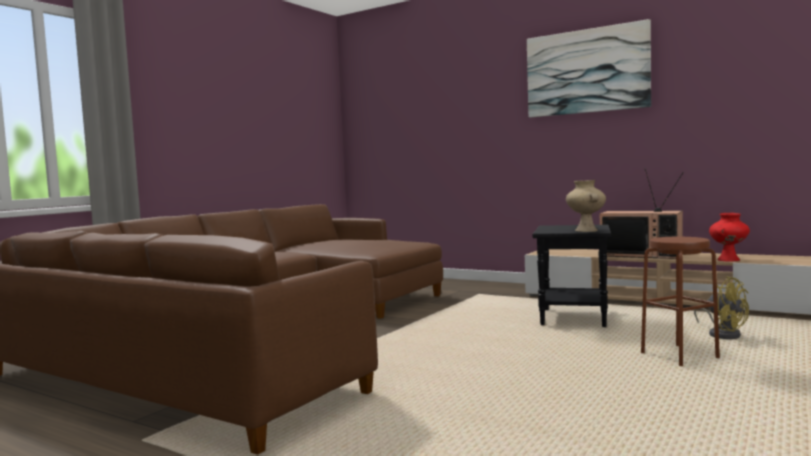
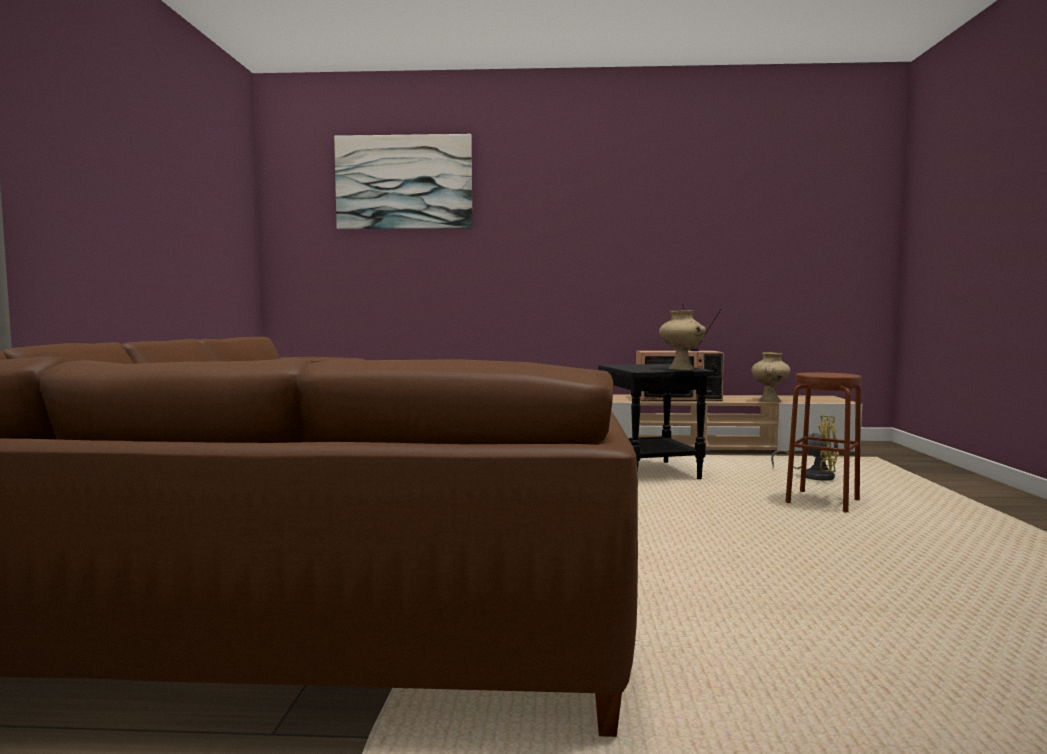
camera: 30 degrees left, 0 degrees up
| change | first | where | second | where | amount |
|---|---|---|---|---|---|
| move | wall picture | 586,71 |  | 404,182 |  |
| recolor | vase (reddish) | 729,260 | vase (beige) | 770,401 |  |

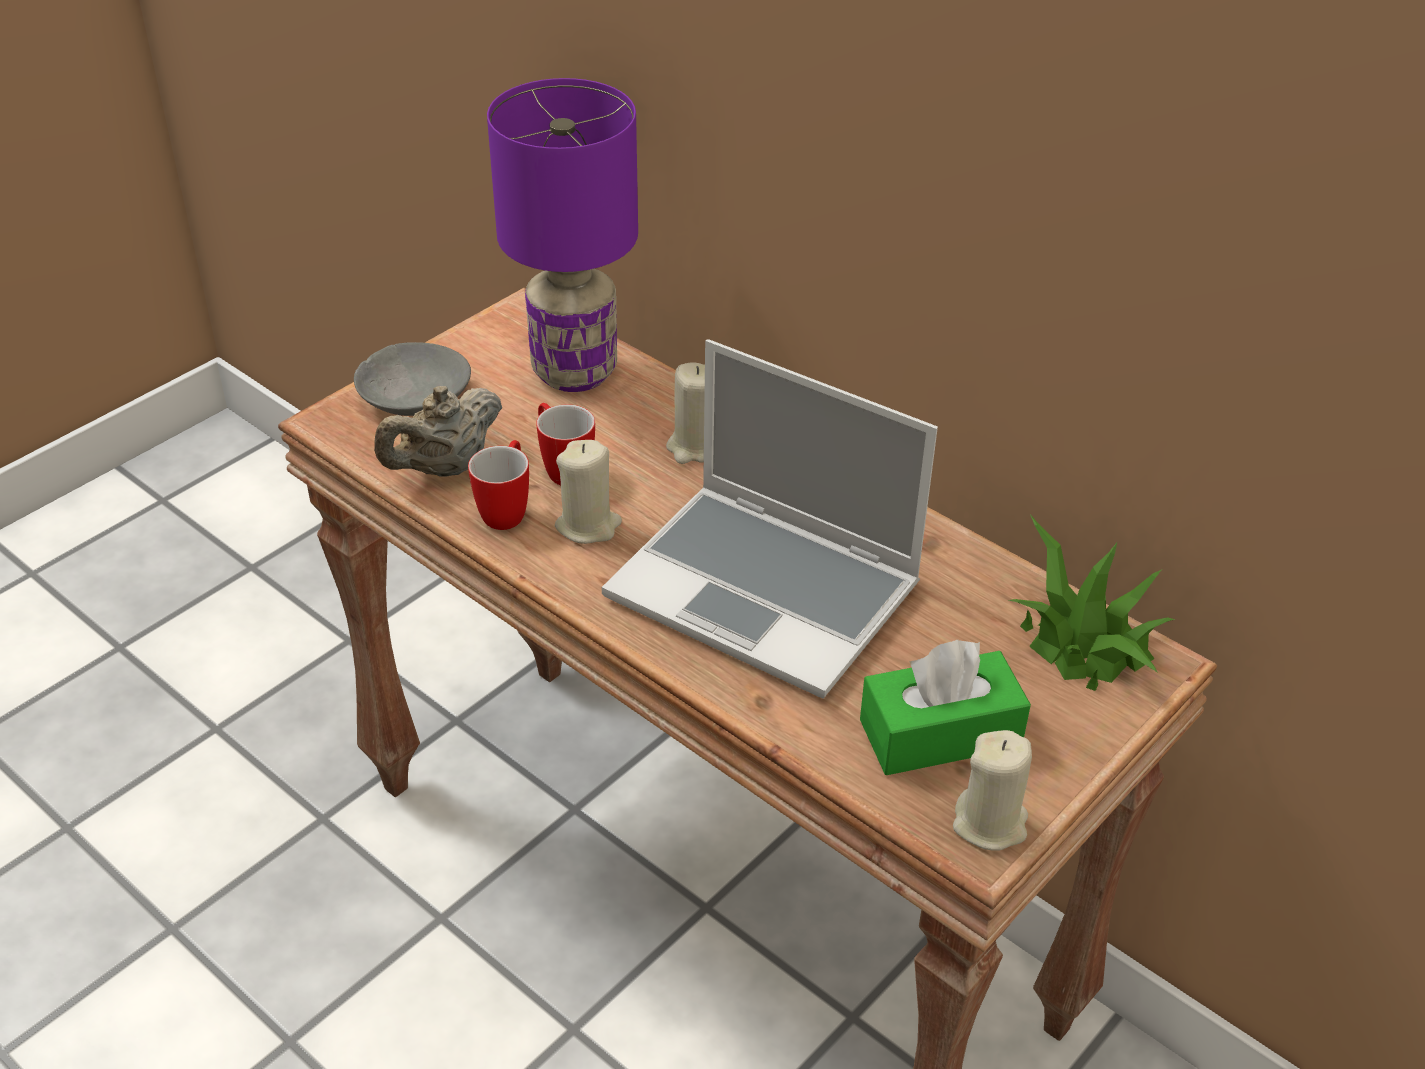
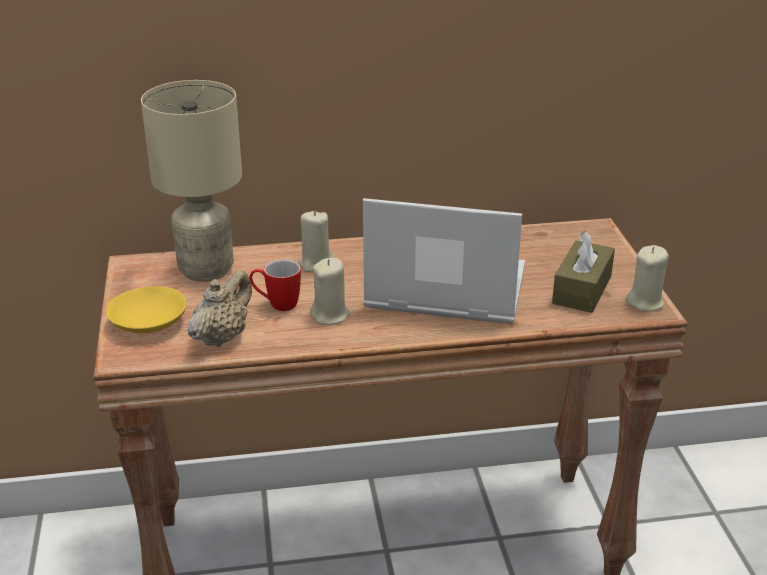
camera: 50 degrees left, 10 degrees down
| change | first | where | second | where | amount |
|---|---|---|---|---|---|
| recolor | deep dish (greyish) | 414,397 | deep dish (yellowish) | 147,323 |  |
| recolor | lamp for a table (purple-coloured) | 576,372 | lamp for a table (beige) | 207,270 |  |
| rotate | teapot (beige) | 445,468 |  | 222,337 | 150 degrees counterclockwise |
| rotate | portable computer | 768,592 |  | 443,290 | 150 degrees counterclockwise |
| recolor | tissue holder (greenish) | 940,733 | tissue holder (brown-coloured) | 582,290 |  |
| delete | tea mug | 507,510 |  |  |  |
| delete | houseplant | 1084,640 |  |  |  |

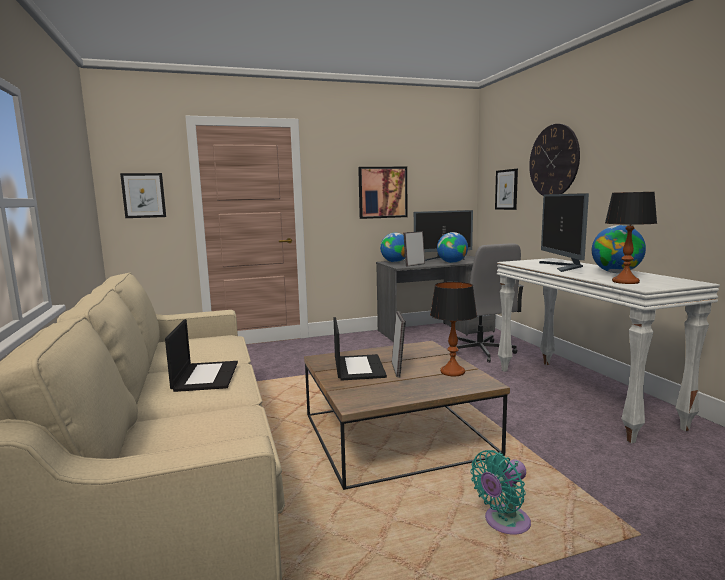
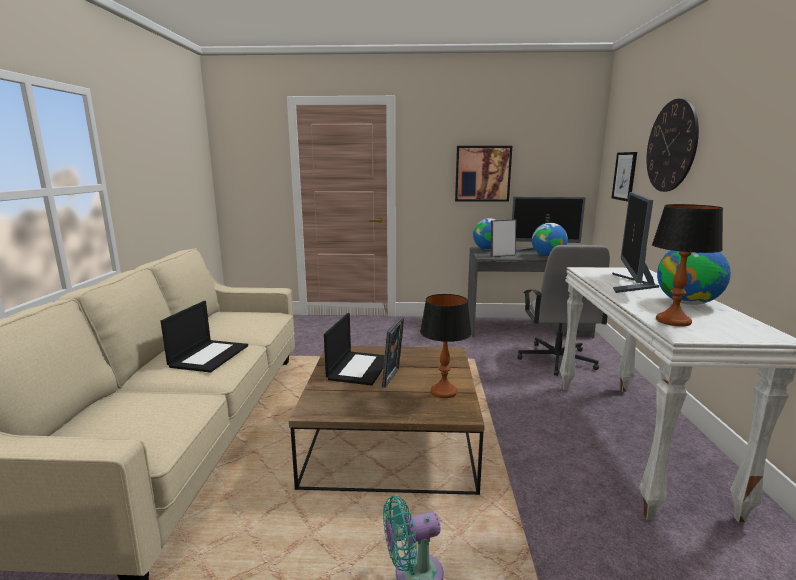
camera: 20 degrees right, 5 degrees up
| change | first | where | second | where | amount |
|---|---|---|---|---|---|
| delete | wall picture | 143,195 |  |  |  |

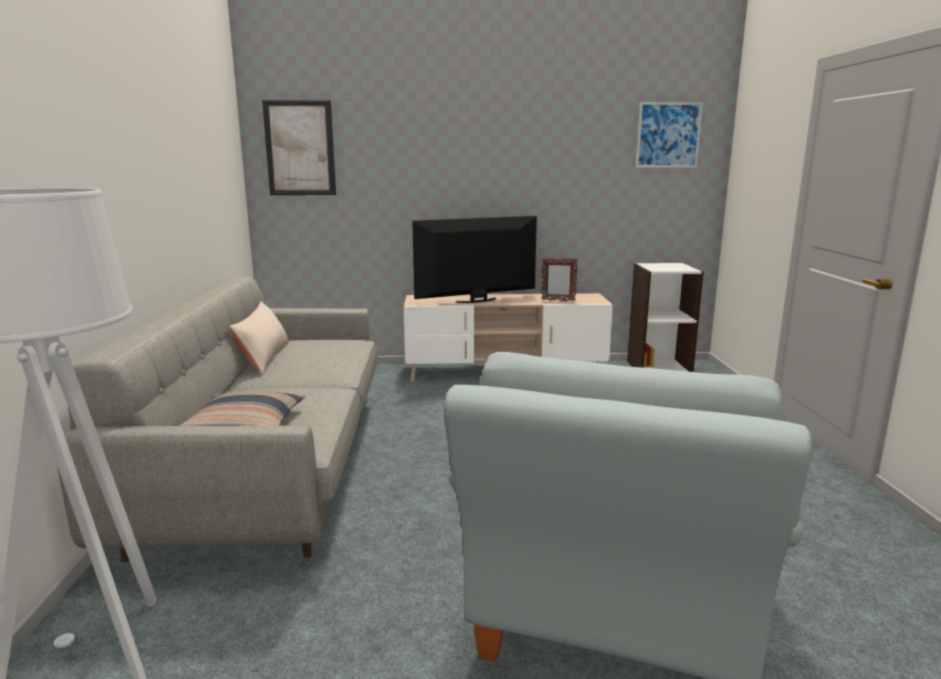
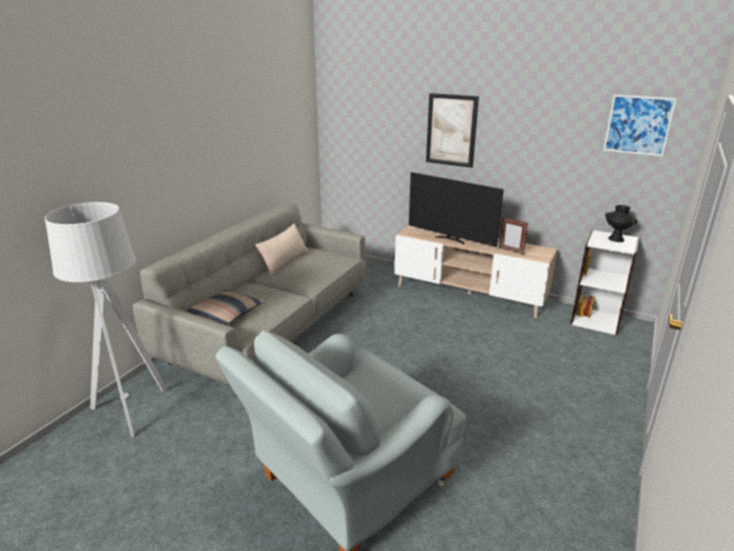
camera: 30 degrees right, 10 degrees up
| change | first | where | second | where | amount |
|---|---|---|---|---|---|
| rotate | TV set | 477,301 |  | 451,239 | 150 degrees counterclockwise |
| move | wall picture | 300,148 |  | 451,130 |  |
| insert |  |  | vase (blackish) | 615,239 |  |

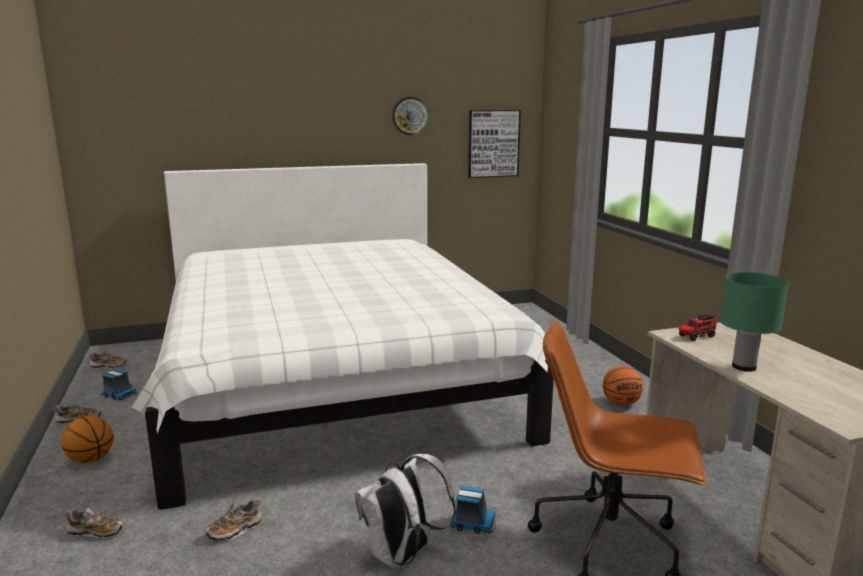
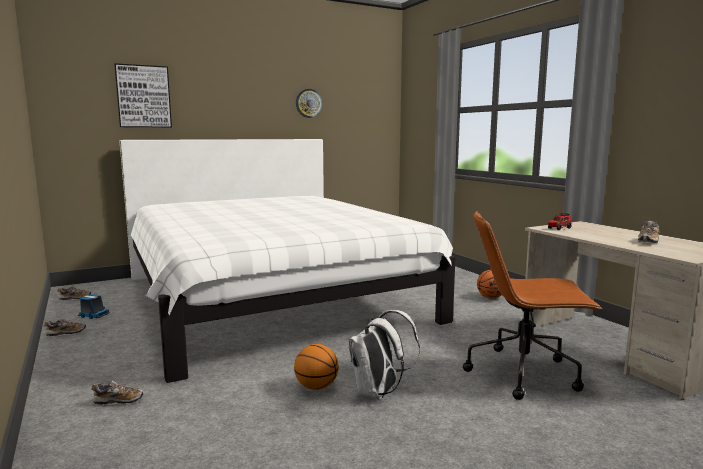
camera: 10 degrees left, 5 degrees down
| change | first | where | second | where | amount |
|---|---|---|---|---|---|
| move | wall picture | 493,143 |  | 143,96 |  |
| move | ball for basketball | 91,459 |  | 316,386 |  |
| move | shoe | 234,530 |  | 648,241 |  |
| delete | toy lorry | 472,523 |  |  |  |
| delete | lamp for a table (greenish) | 744,367 |  |  |  |

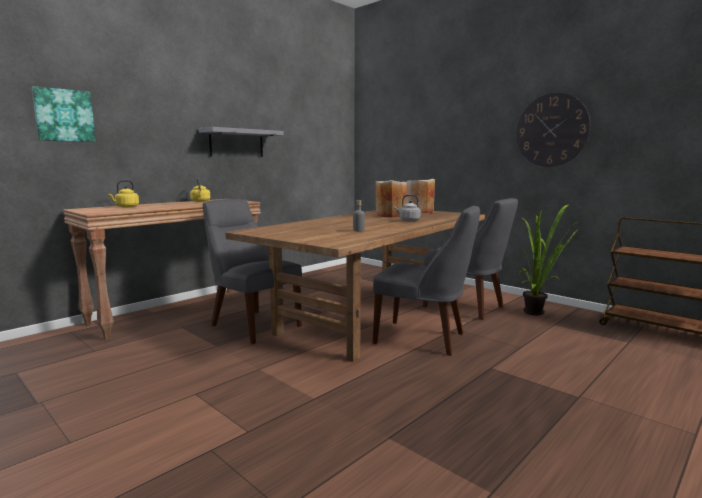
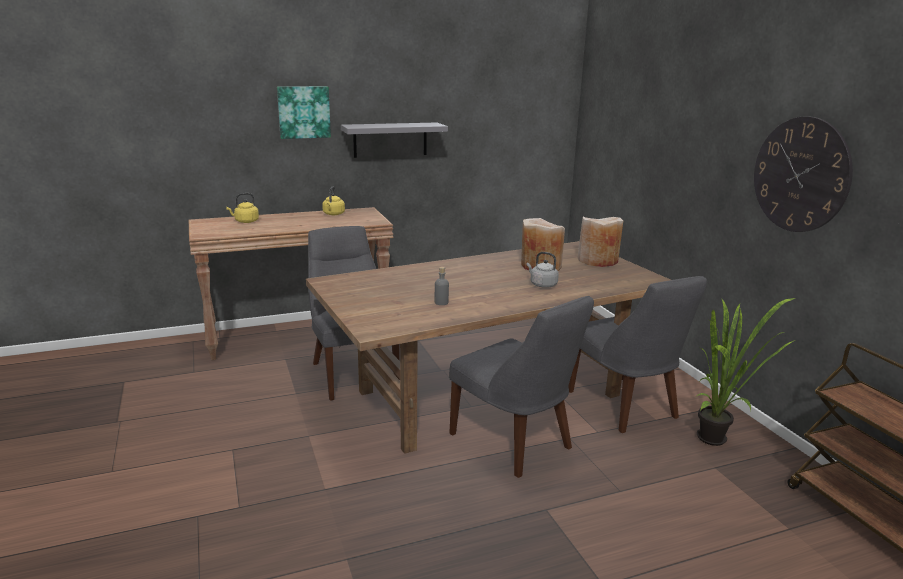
camera: 25 degrees right, 10 degrees up
| change | first | where | second | where | amount |
|---|---|---|---|---|---|
| move | wall picture | 64,115 |  | 303,112 |  |

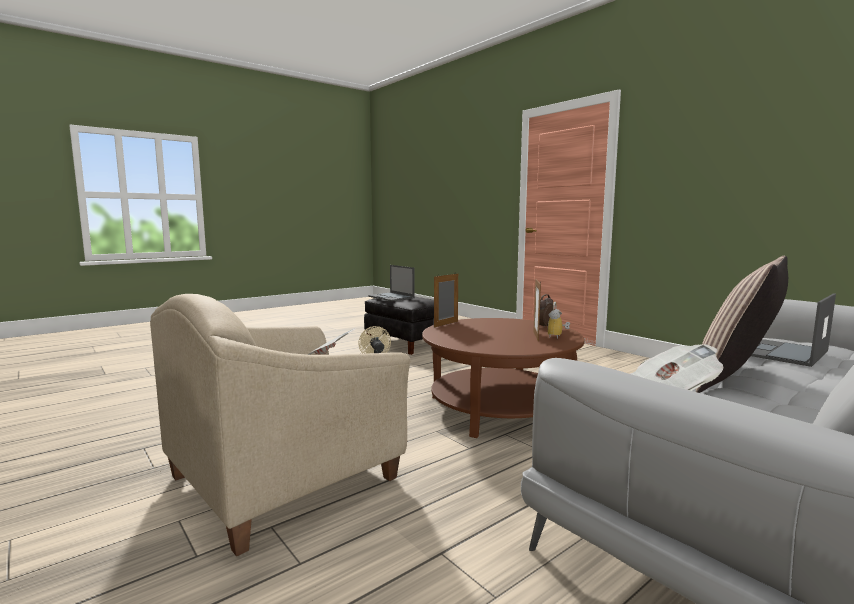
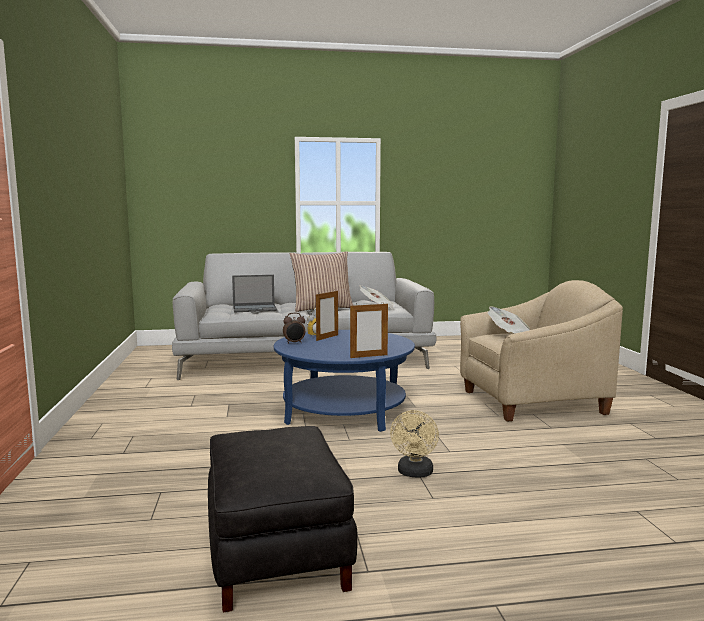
camera: 150 degrees left, 0 degrees up
| change | first | where | second | where | amount |
|---|---|---|---|---|---|
| recolor | low table (brown-coloured) | 499,409 | low table (bluish) | 344,410 |  |
| delete | portable computer | 391,297 |  |  |  |

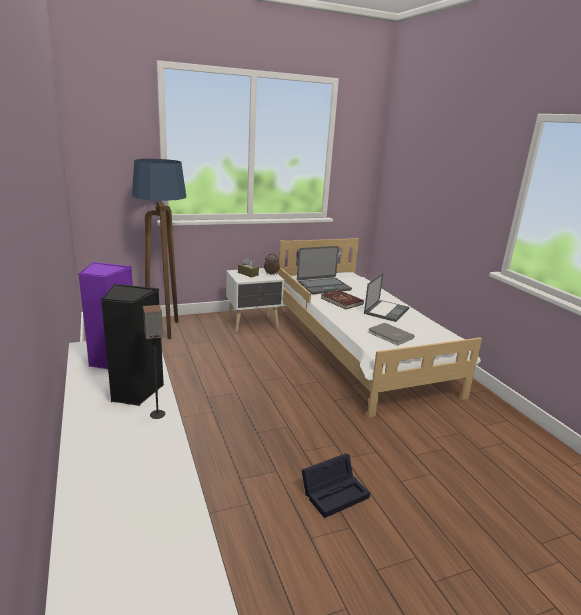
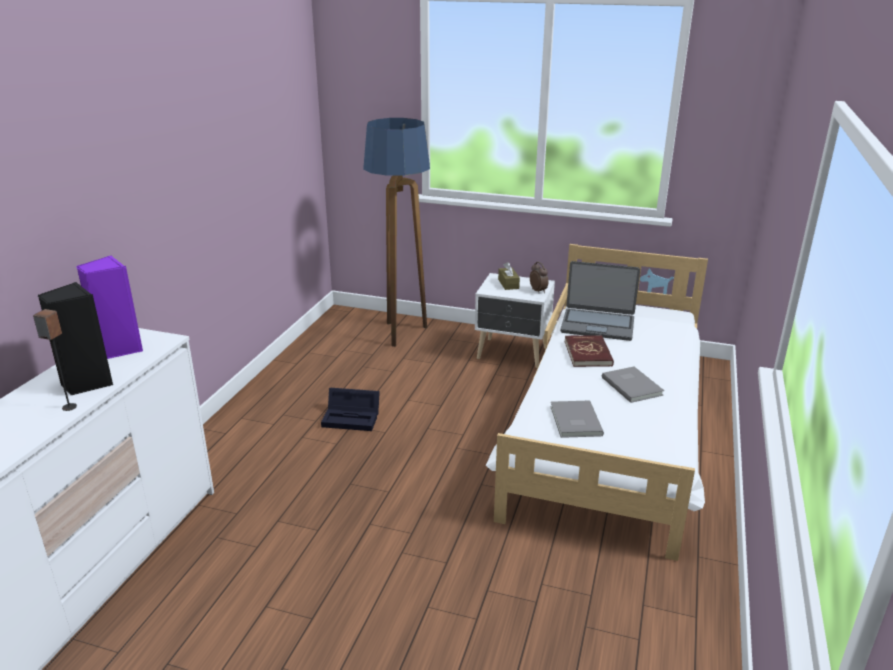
camera: 40 degrees right, 5 degrees up
| change | first | where | second | where | amount |
|---|---|---|---|---|---|
| move | storage bin (blackish) | 335,492 |  | 353,418 |  |
| replace | portable computer | 386,311 | bound book (greyish) | 632,385 |  |

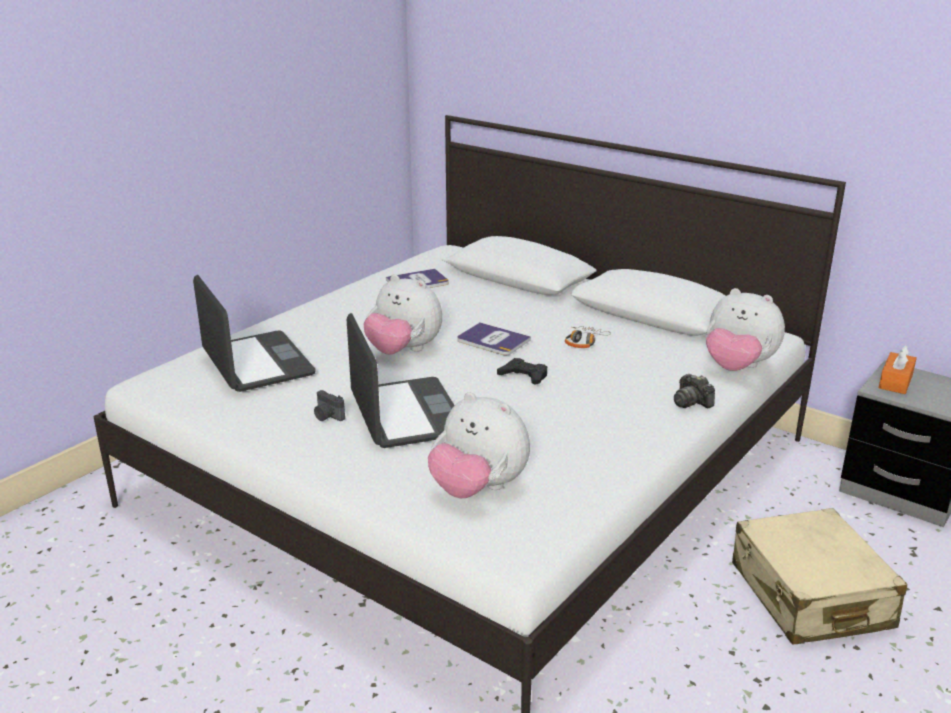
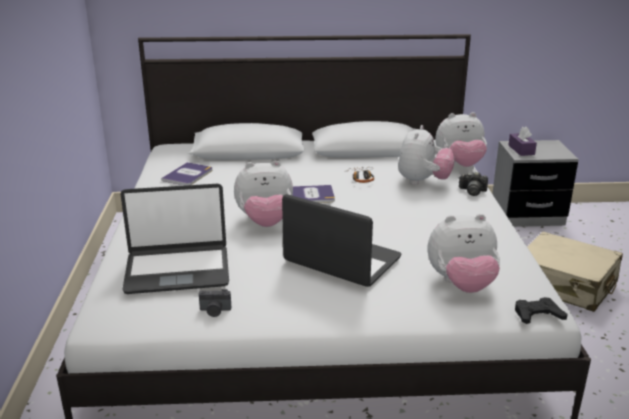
camera: 40 degrees left, 0 degrees up
| change | first | where | second | where | amount |
|---|---|---|---|---|---|
| rotate | portable computer | 256,363 |  | 177,270 | 150 degrees clockwise |
| move | still camera | 327,416 |  | 215,311 |  |
| insert |  |  | plush toy | 423,182 |  |
| recolor | tissue holder (orange-coloured) | 895,381 | tissue holder (purple-coloured) | 521,150 |  |
| move | game controller (blackish) | 524,376 |  | 538,315 |  |

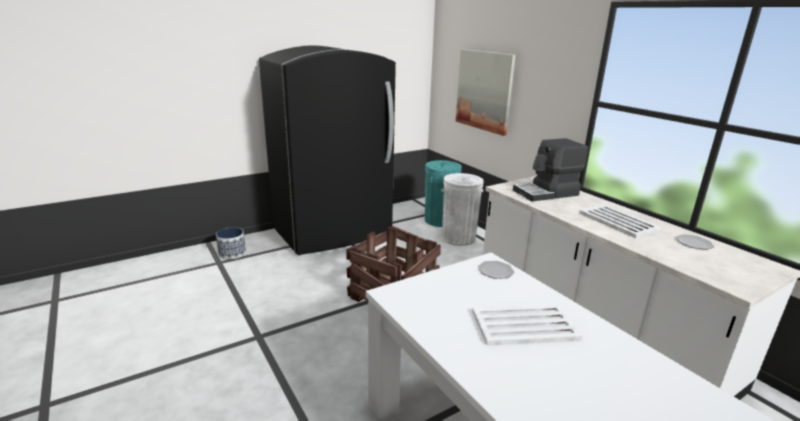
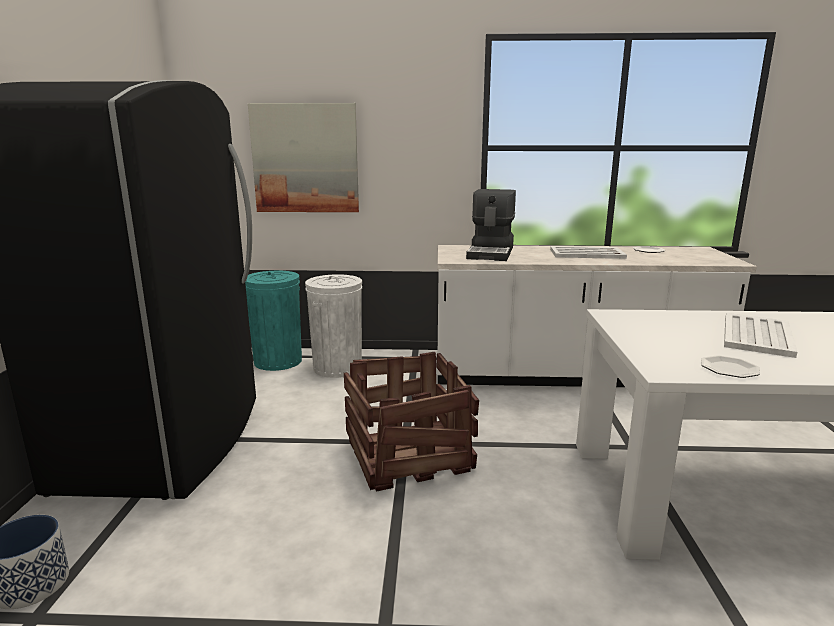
camera: 55 degrees left, 5 degrees down
| change | first | where | second | where | amount |
|---|---|---|---|---|---|
| move | dinner plate | 496,271 |  | 728,368 |  |

